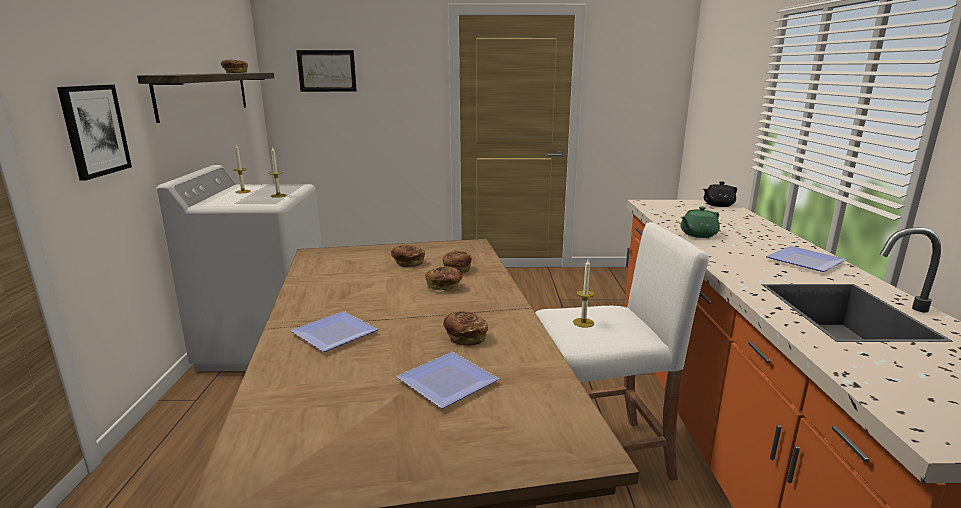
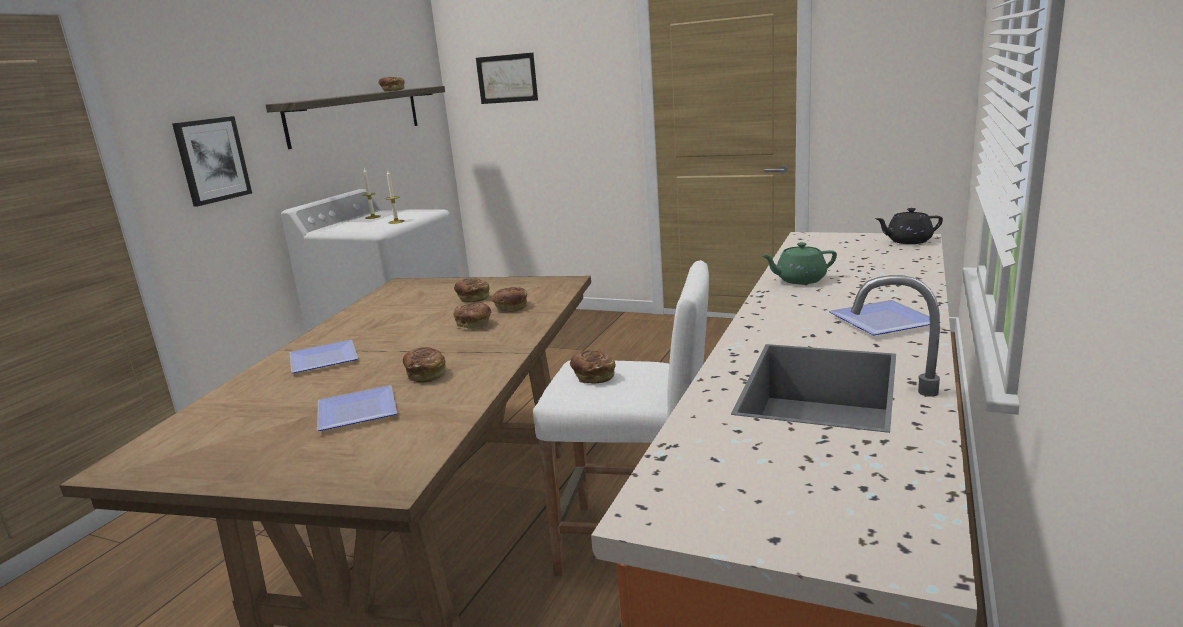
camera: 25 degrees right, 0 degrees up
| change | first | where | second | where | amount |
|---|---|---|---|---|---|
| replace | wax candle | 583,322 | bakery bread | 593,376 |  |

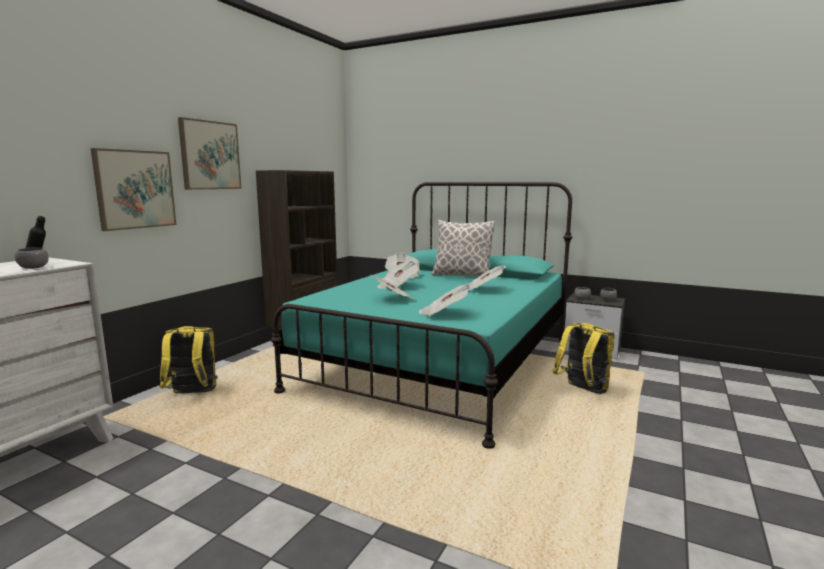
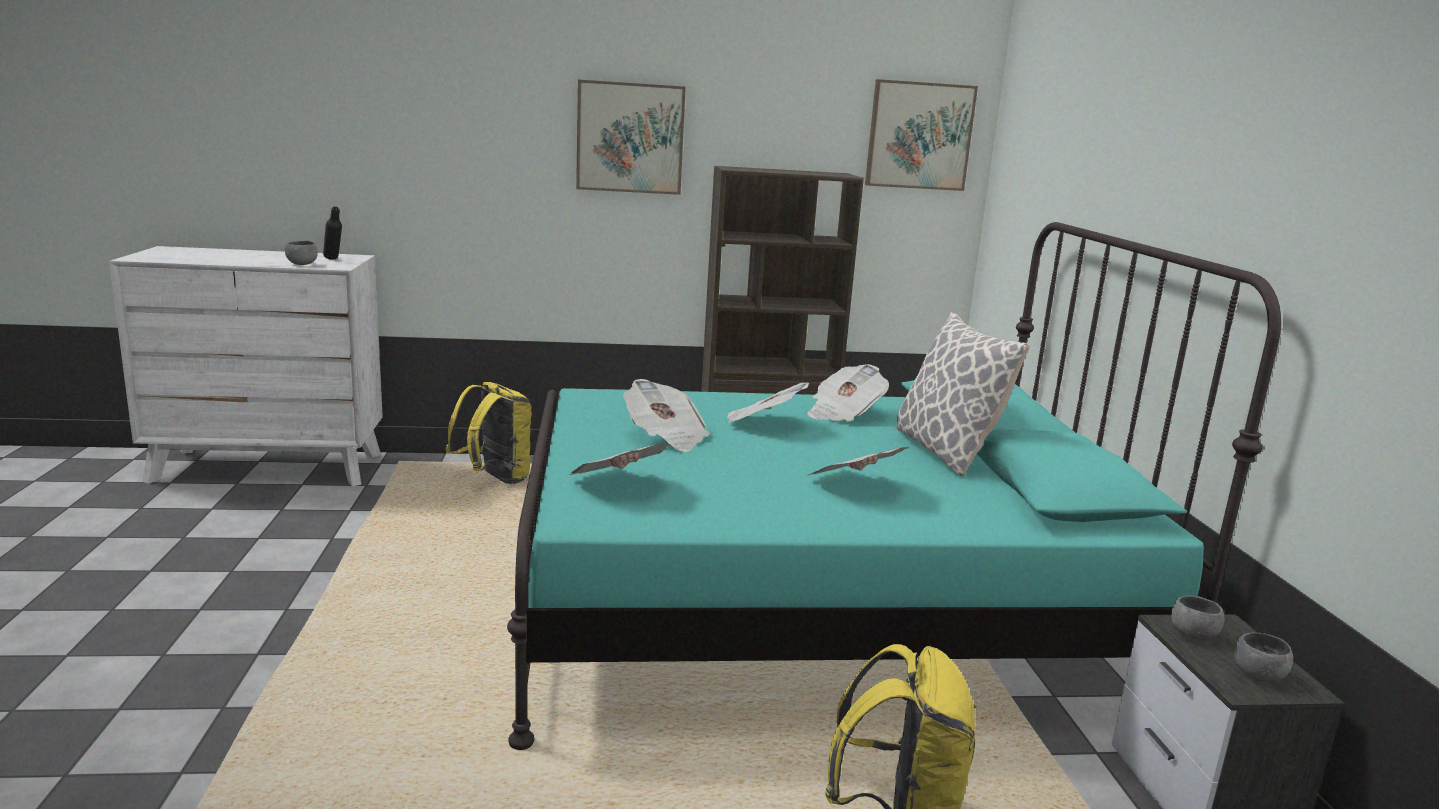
camera: 55 degrees right, 5 degrees up
| change | first | where | second | where | amount |
|---|---|---|---|---|---|
| move | wall picture | 135,189 |  | 919,136 |  |

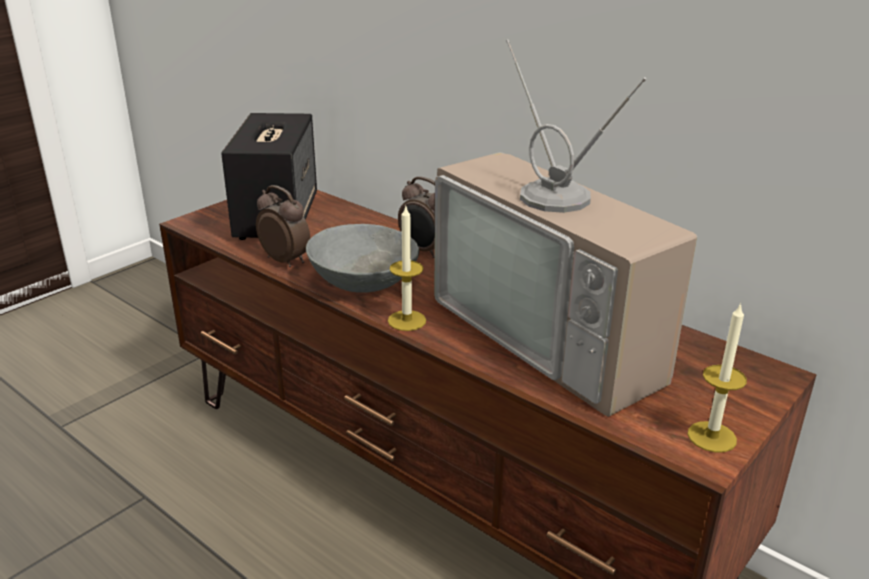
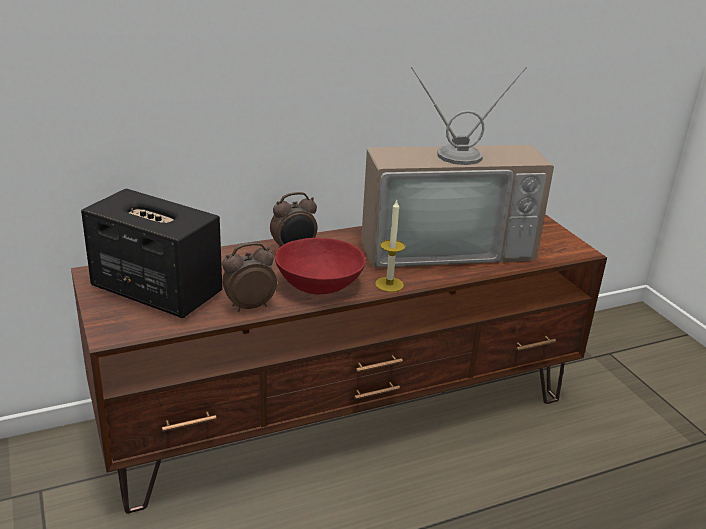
camera: 65 degrees left, 0 degrees up
| change | first | where | second | where | amount |
|---|---|---|---|---|---|
| recolor | deep dish (greyish) | 362,282 | deep dish (reddish) | 319,285 |  |
| delete | wax candle | 711,437 |  |  |  |

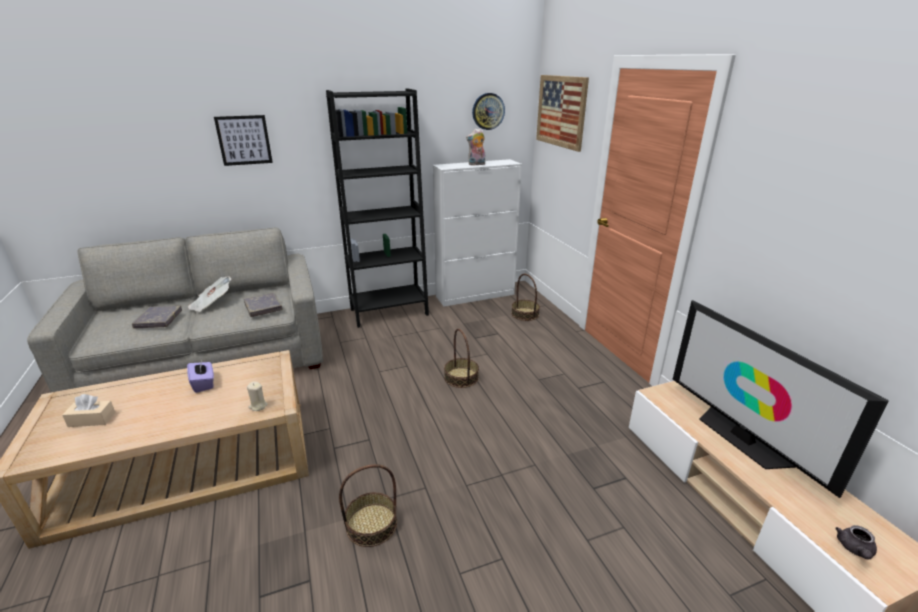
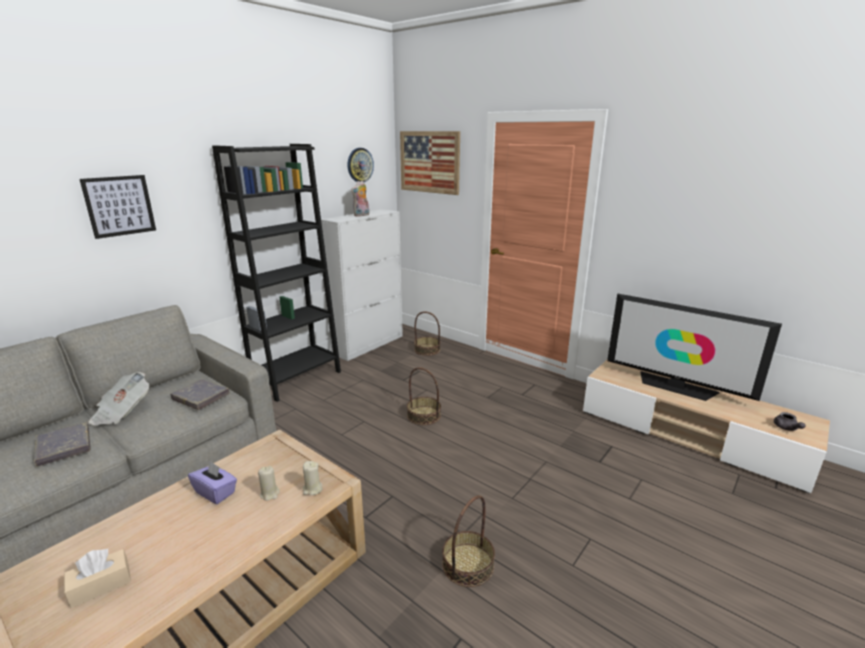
camera: 30 degrees left, 5 degrees down
| change | first | where | second | where | amount |
|---|---|---|---|---|---|
| insert |  |  | wax candle (beige) | 270,494 |  |

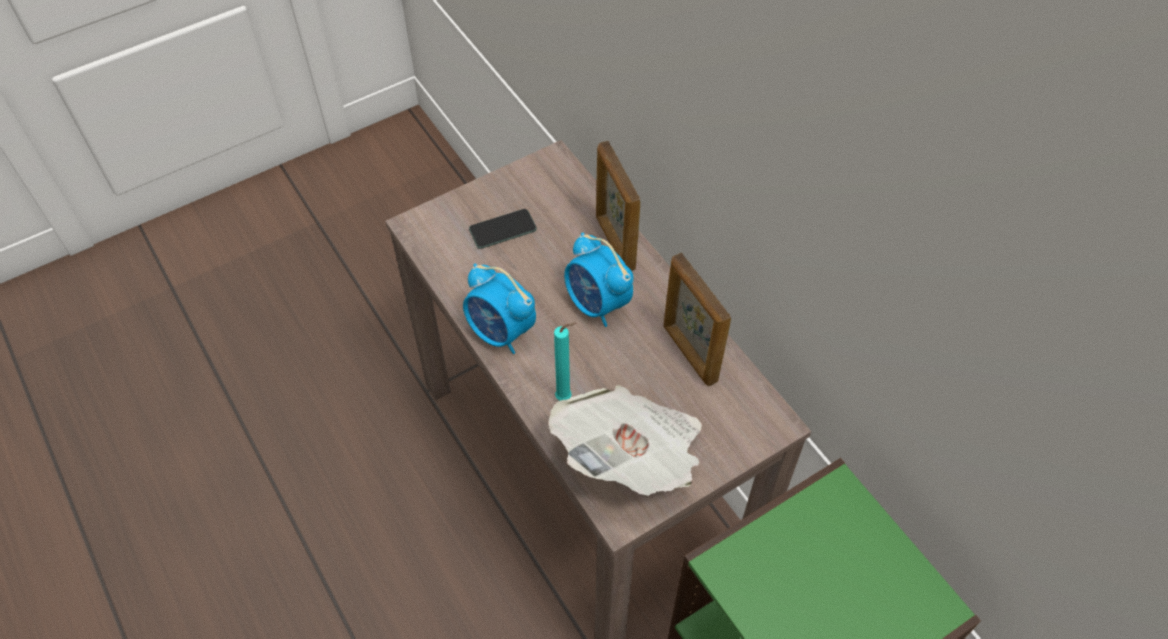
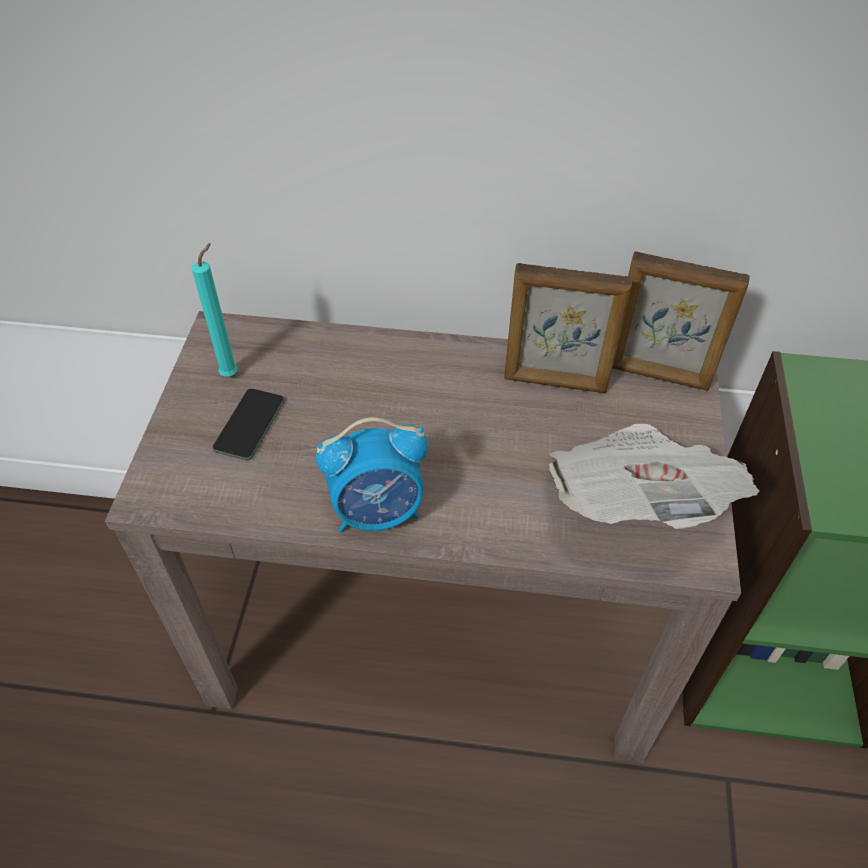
camera: 50 degrees left, 5 degrees down
| change | first | where | second | where | amount |
|---|---|---|---|---|---|
| move | wax candle (turquoise-coloured) | 566,397 |  | 232,373 |  |
| move | picture frame | 614,242 |  | 658,375 |  |
| delete | bedside clock | 597,304 |  |  |  |

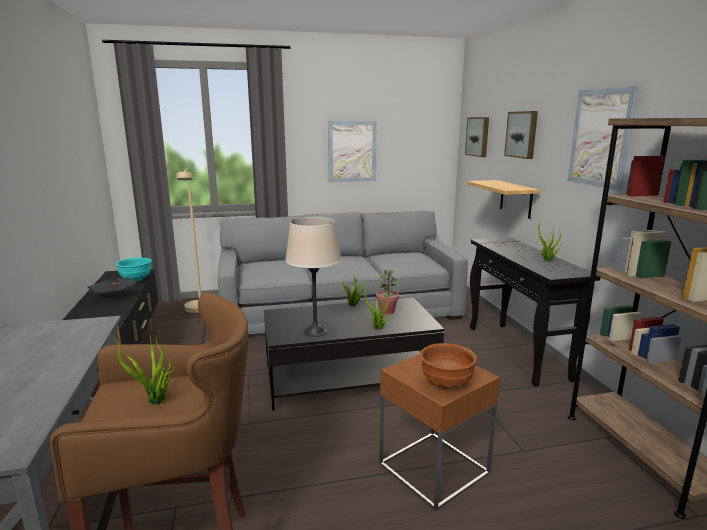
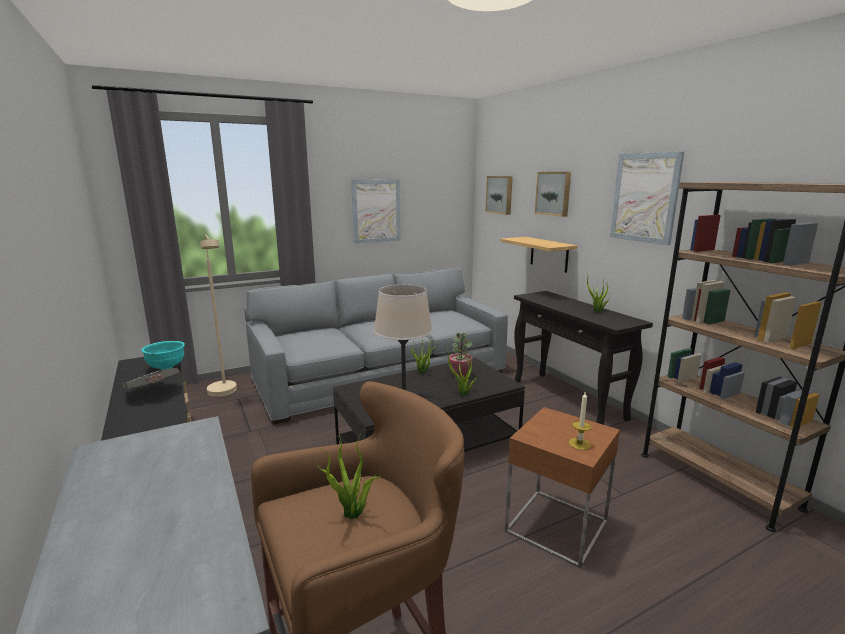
camera: 15 degrees left, 0 degrees up
| change | first | where | second | where | amount |
|---|---|---|---|---|---|
| replace | deep dish (brown-coloured) | 445,384 | wax candle | 579,444 |  |

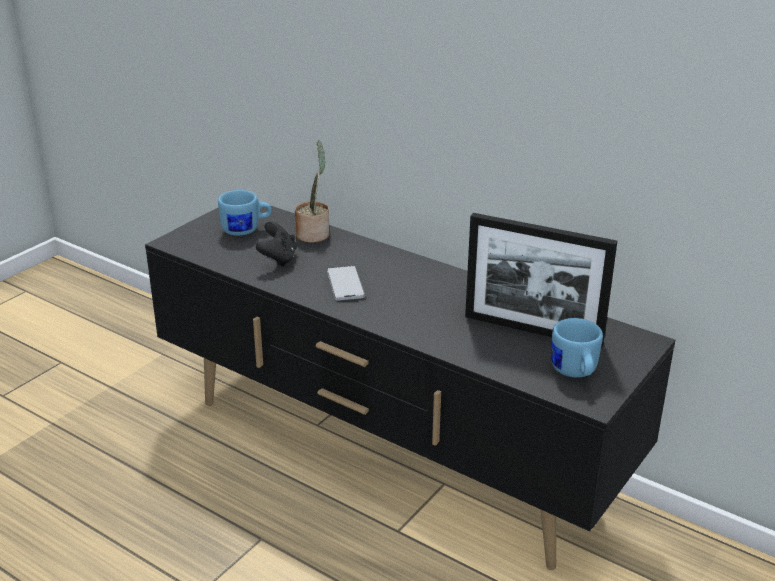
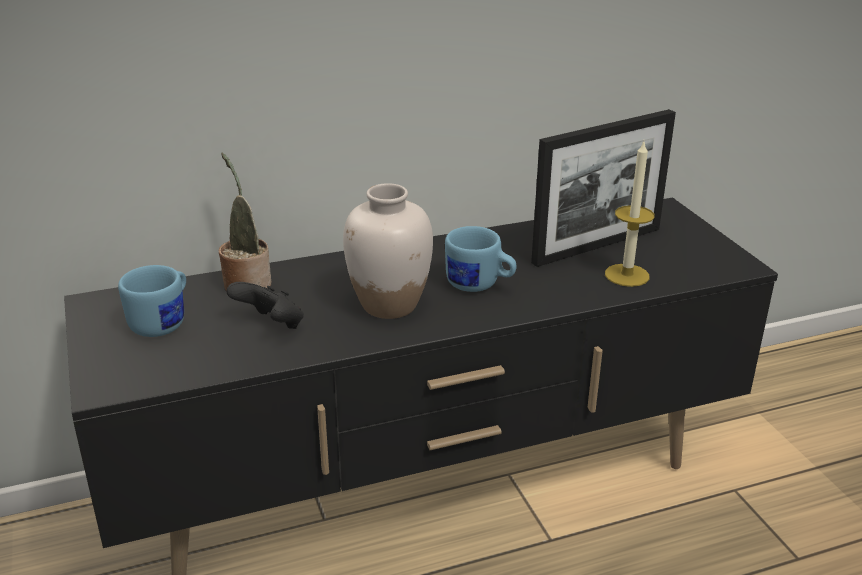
camera: 55 degrees left, 0 degrees up
| change | first | where | second | where | amount |
|---|---|---|---|---|---|
| replace | phone | 345,284 | vase (white) | 389,305 |  |
| move | tea mug (bluish) | 575,373 |  | 479,285 |  |
| insert |  |  | wax candle | 627,275 |  |

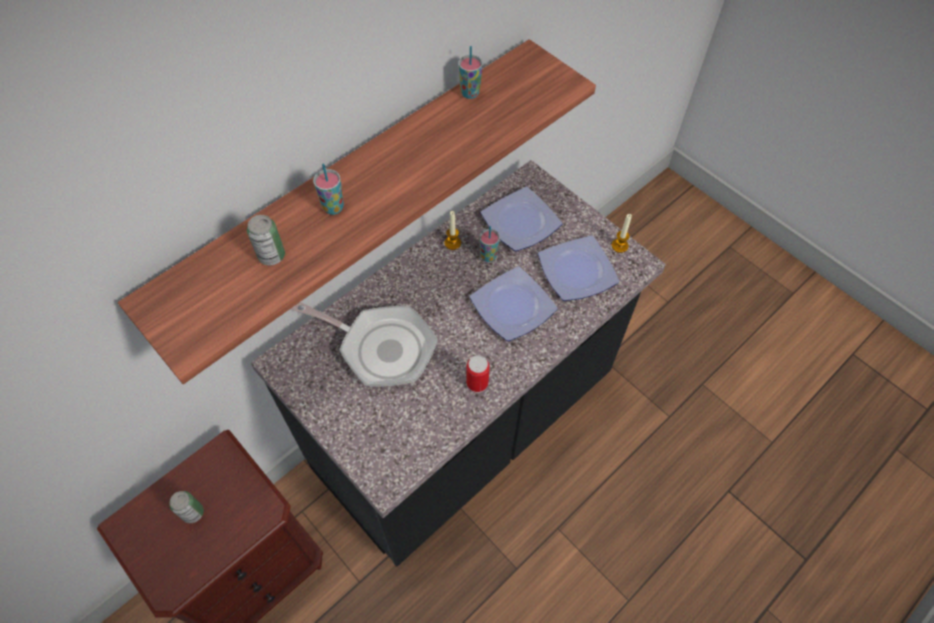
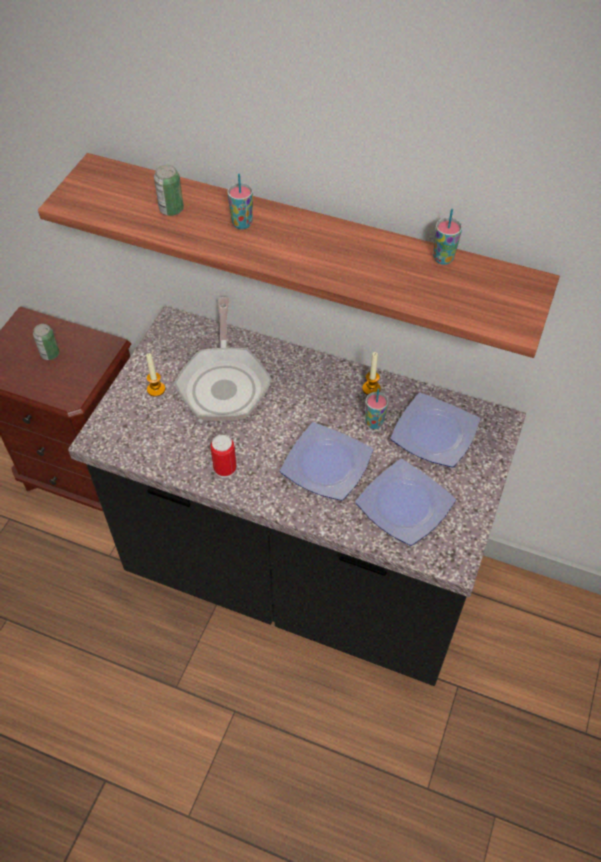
camera: 65 degrees right, 5 degrees down
| change | first | where | second | where | amount |
|---|---|---|---|---|---|
| move | wax candle | 619,246 |  | 156,389 |  |

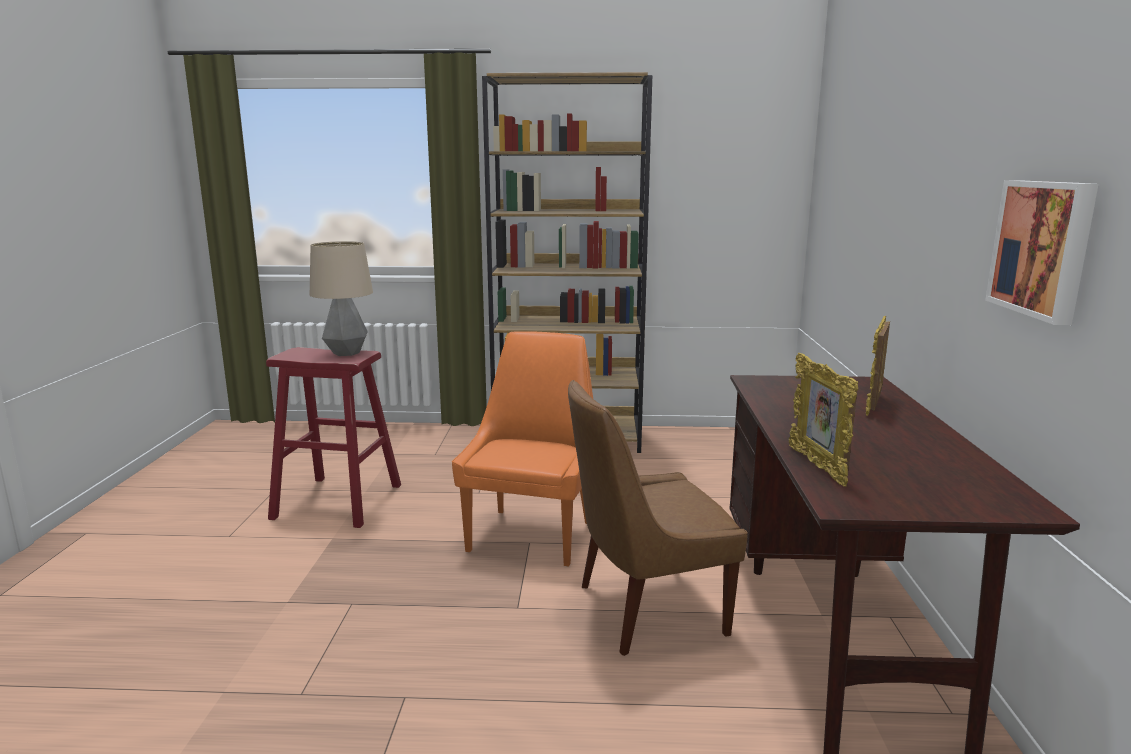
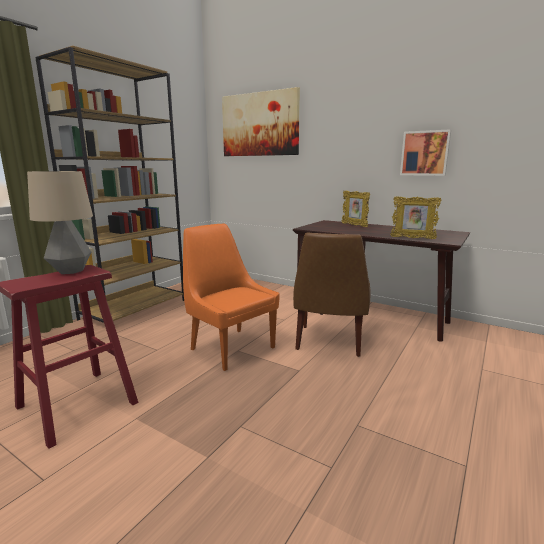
camera: 60 degrees left, 0 degrees up
| change | first | where | second | where | amount |
|---|---|---|---|---|---|
| insert |  |  | wall picture | 259,124 |  |

